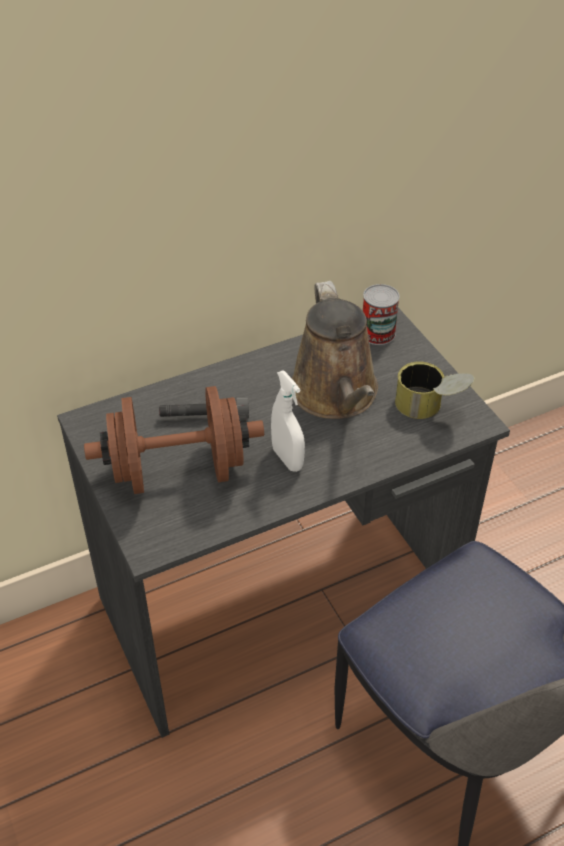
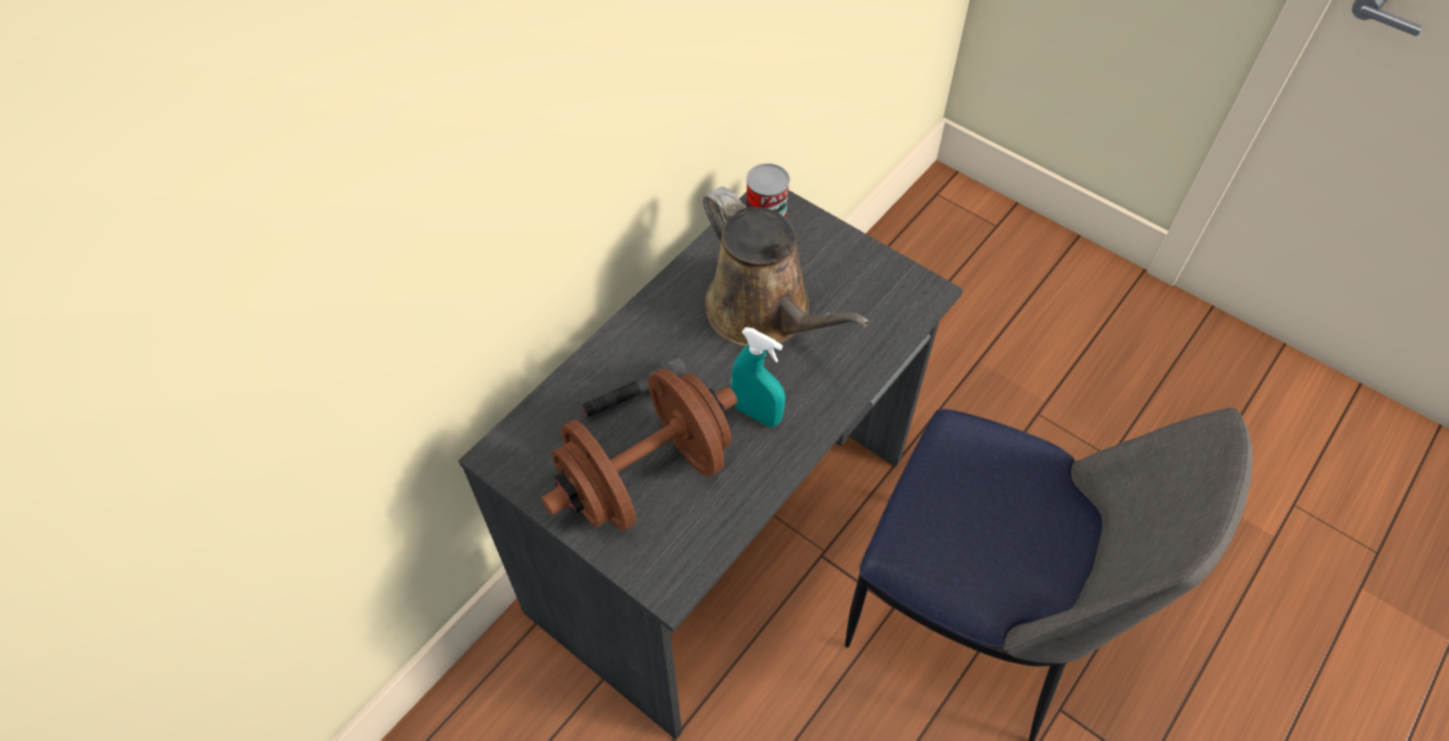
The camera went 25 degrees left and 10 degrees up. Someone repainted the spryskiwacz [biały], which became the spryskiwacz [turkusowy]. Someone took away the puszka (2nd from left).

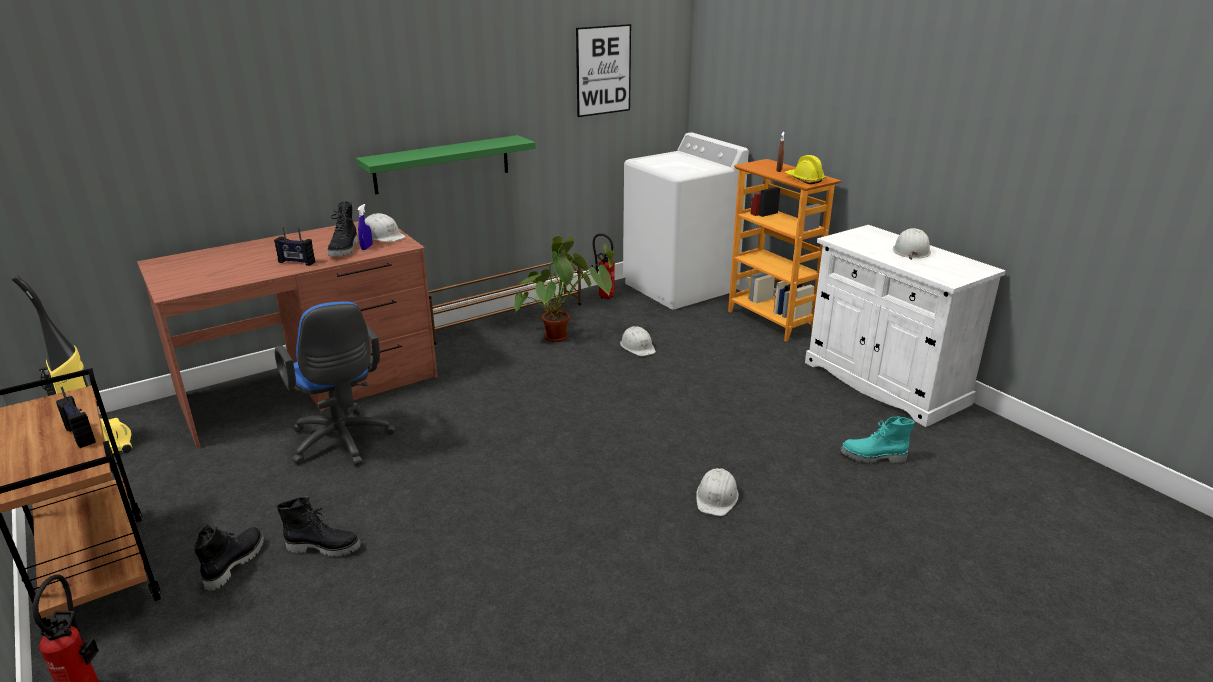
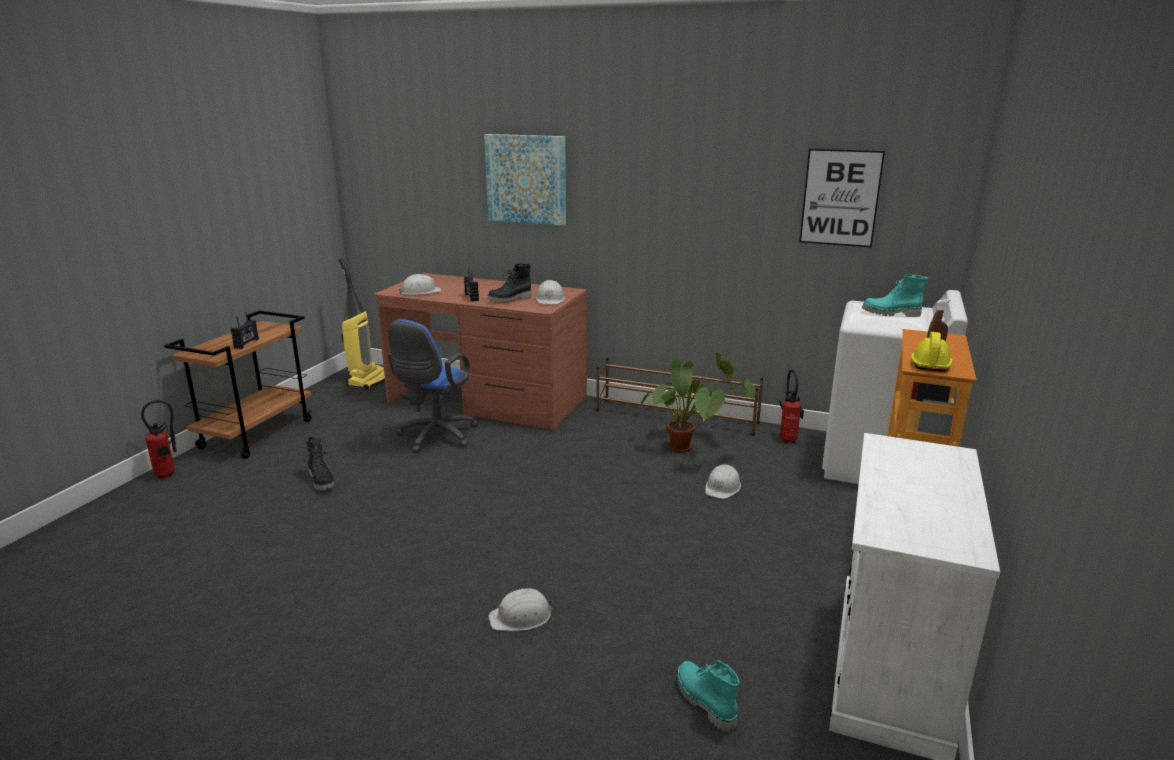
The camera went 55 degrees right and 5 degrees down. Someone carried the kask [biały] (4th from left in the first image). Someone put up the obraz (1st from left). Someone put down the but z cholewką [turkusowy] (2nd from left). Someone took away the but z cholewką [czarny] (1st from left). Someone took away the półka [zielony]. Someone took away the spryskiwacz [niebieski].

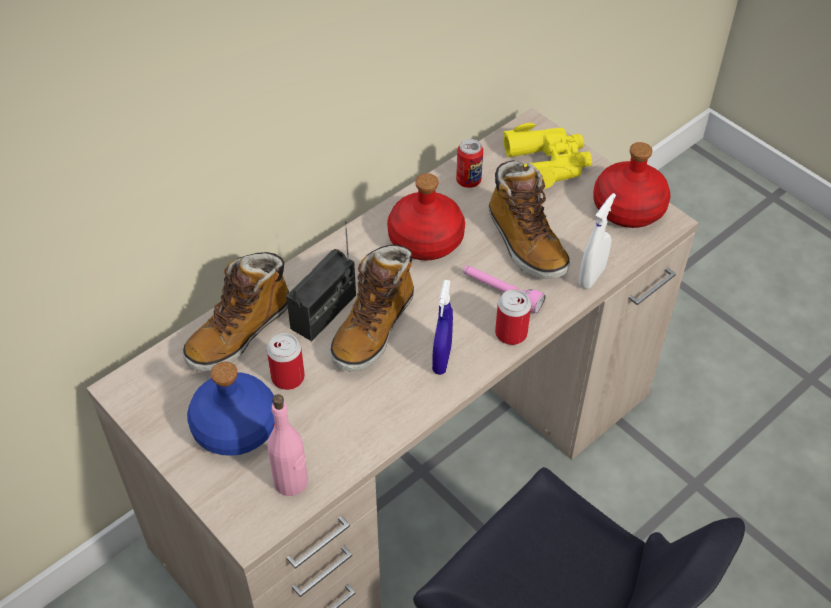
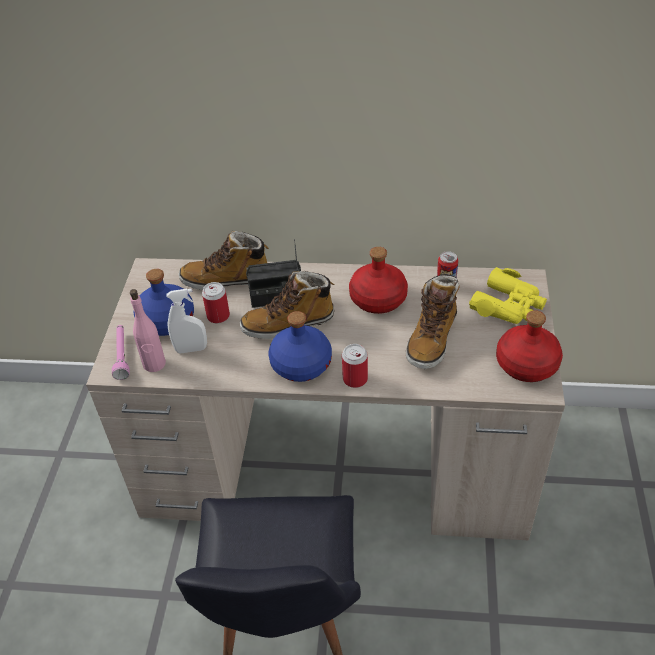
The camera went 50 degrees right and 5 degrees down. Someone carried the latarka [różowy]. Someone carried the spryskiwacz [biały]. Someone swapped the spryskiwacz [niebieski] for the butelka [niebieski] (2nd from left).

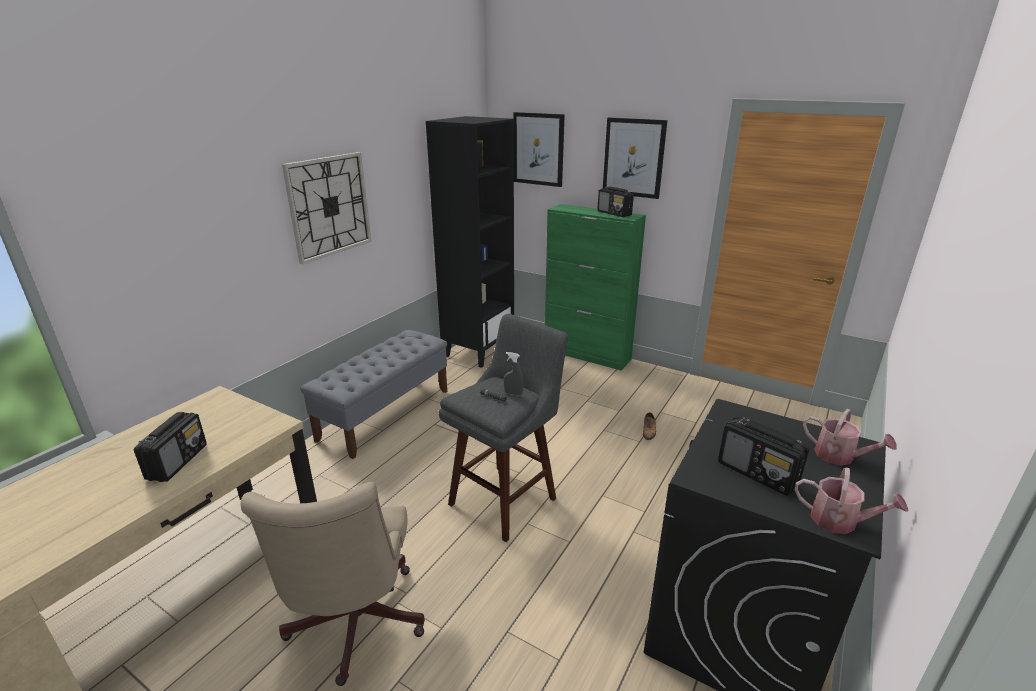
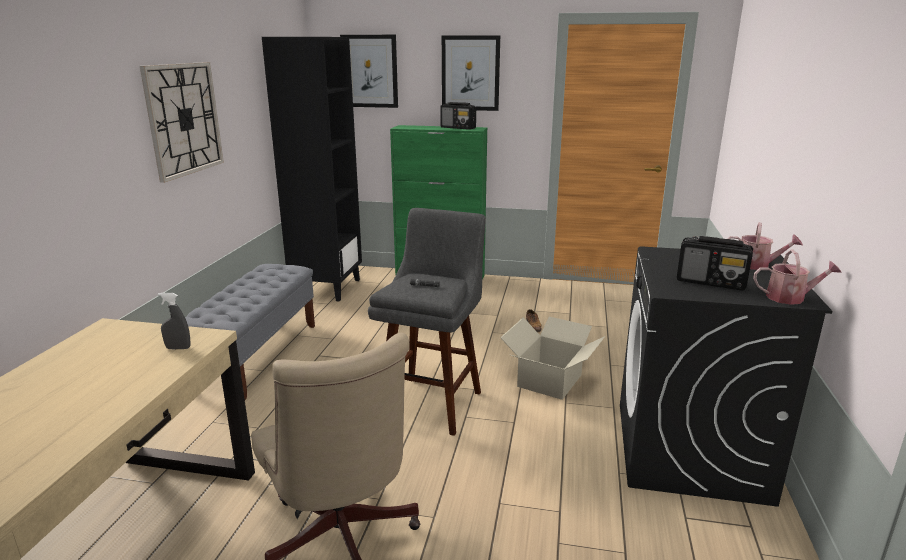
The camera went 20 degrees left and 5 degrees down. Someone carried the spryskiwacz [szary]. Someone put down the karton. Someone took away the radio (1st from left).

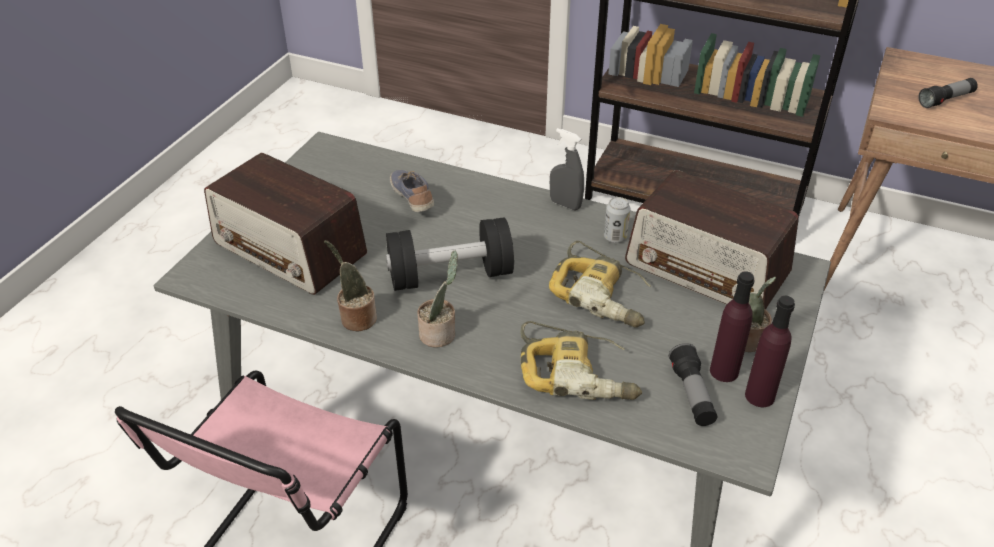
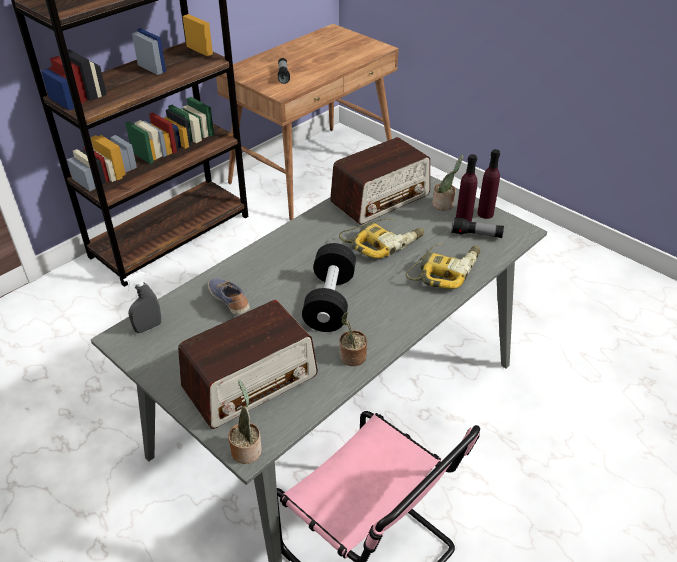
The camera went 70 degrees left and 0 degrees up. Someone carried the spryskiwacz [szary]. Someone rotated the but by 60 degrees clockwise. Someone carried the roślina doniczkowa (2nd from left in the first image). Someone took away the puszka.

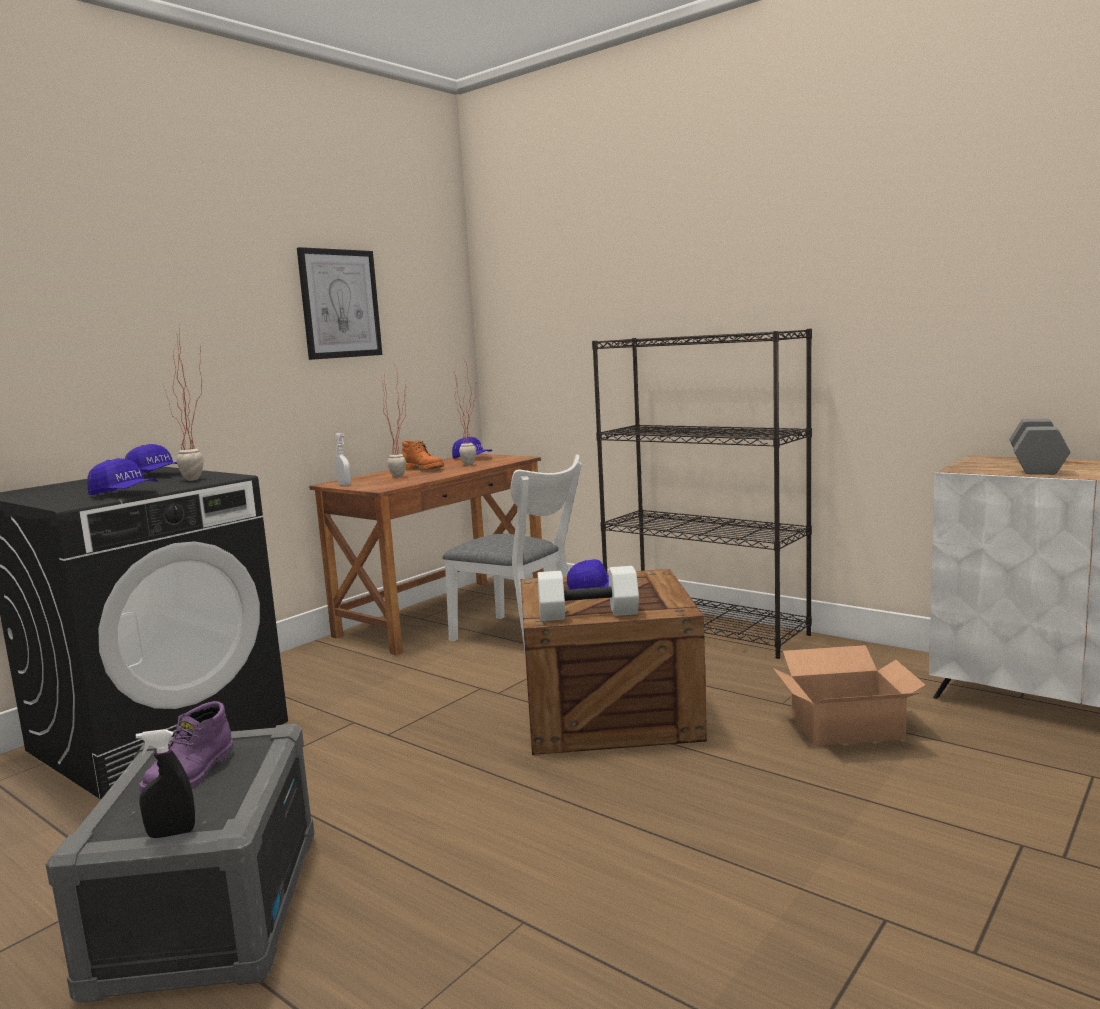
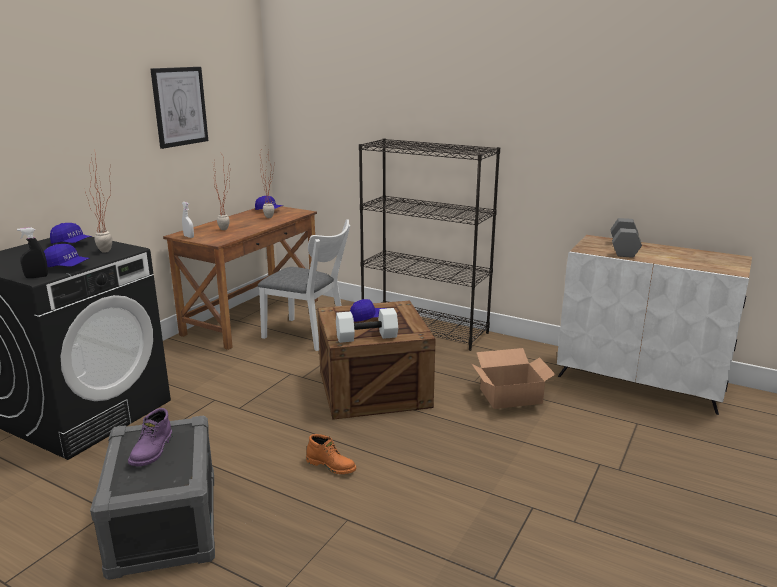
The camera went 10 degrees left and 10 degrees up. Someone carried the spryskiwacz [czarny]. Someone carried the but z cholewką [pomarańczowy].

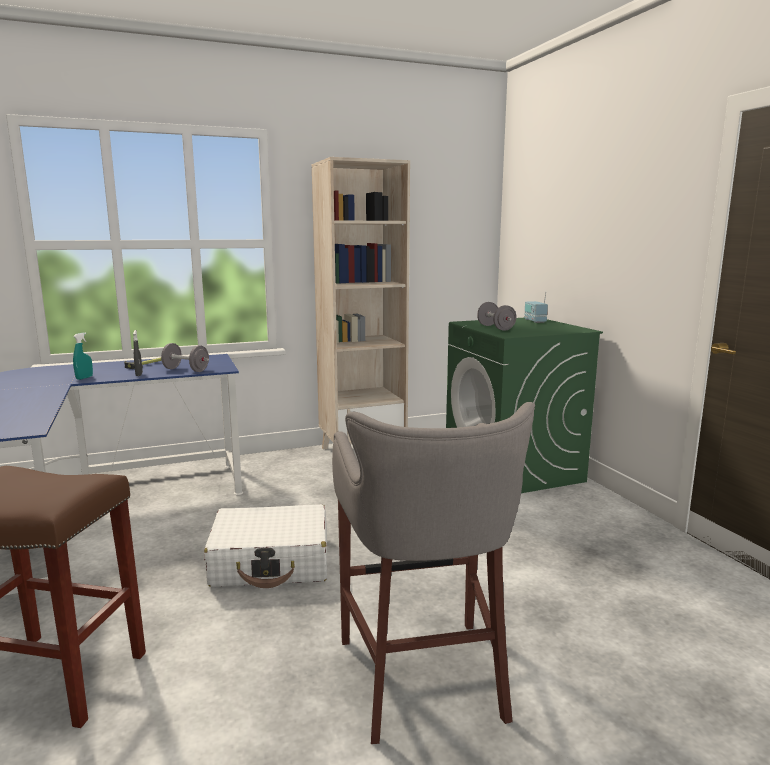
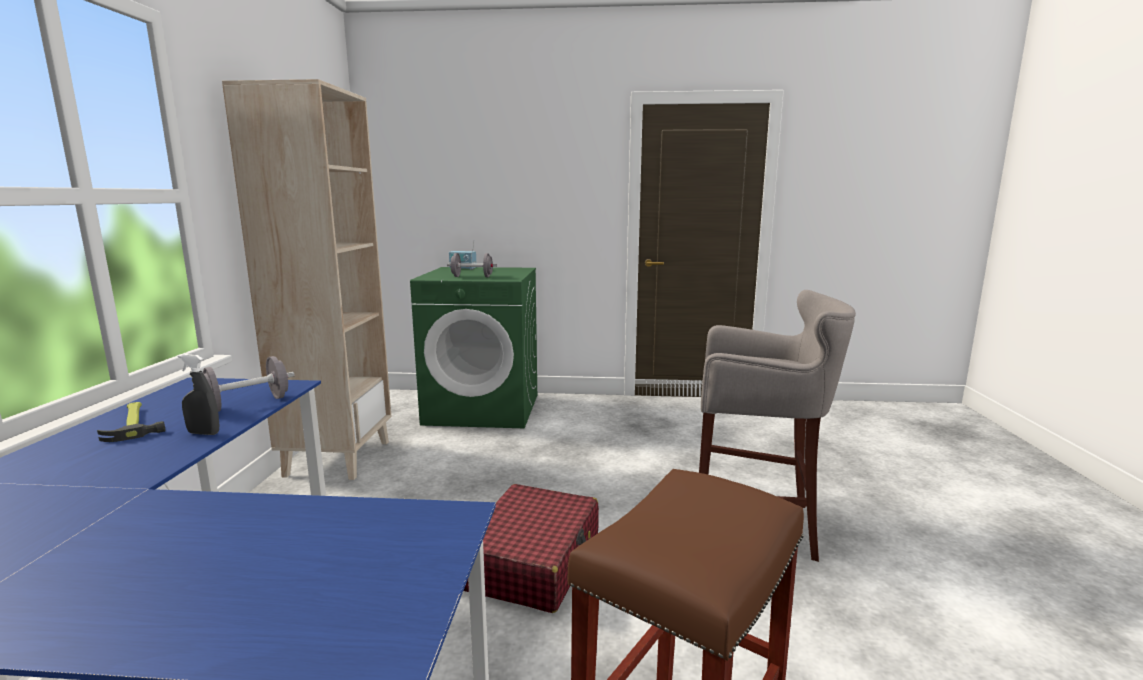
The camera went 65 degrees left and 0 degrees up. Someone repainted the walizka [biały], which became the walizka [czerwony]. Someone took away the spryskiwacz [turkusowy].

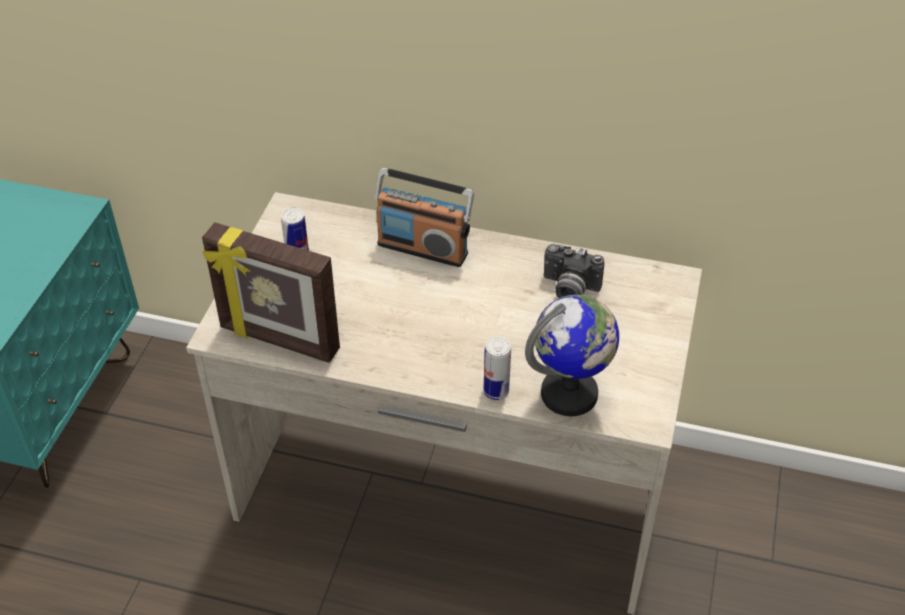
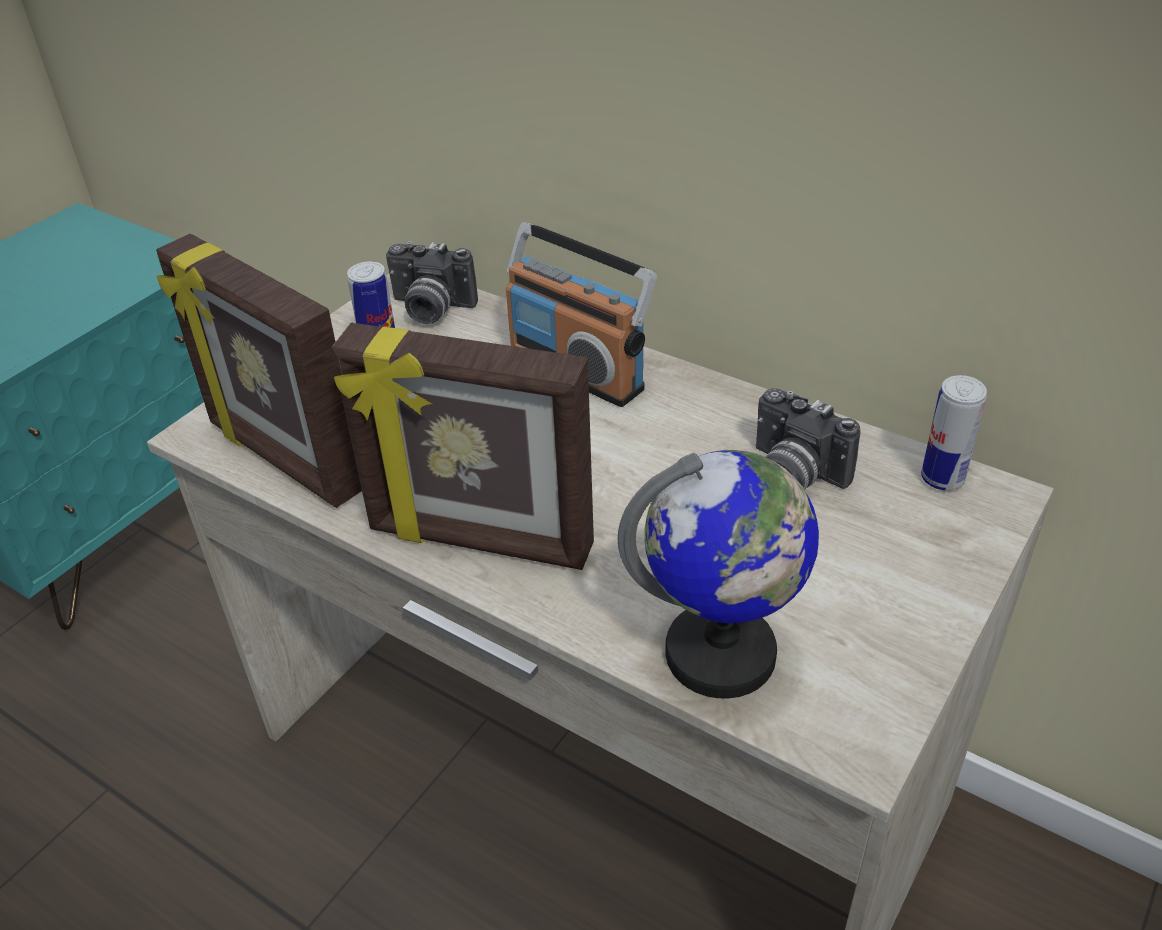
The camera went 20 degrees right and 5 degrees down. Someone put down the ramka na zdjęcie (2nd from left). Someone put down the aparat fotograficzny (1st from left). Someone carried the puszka (2nd from left).

